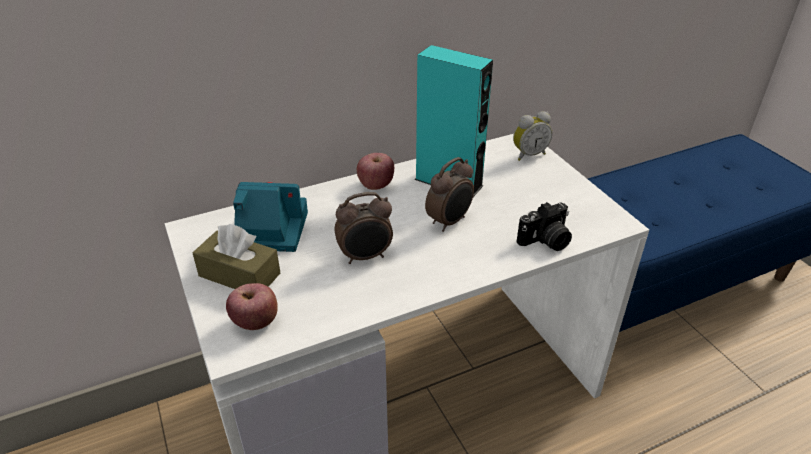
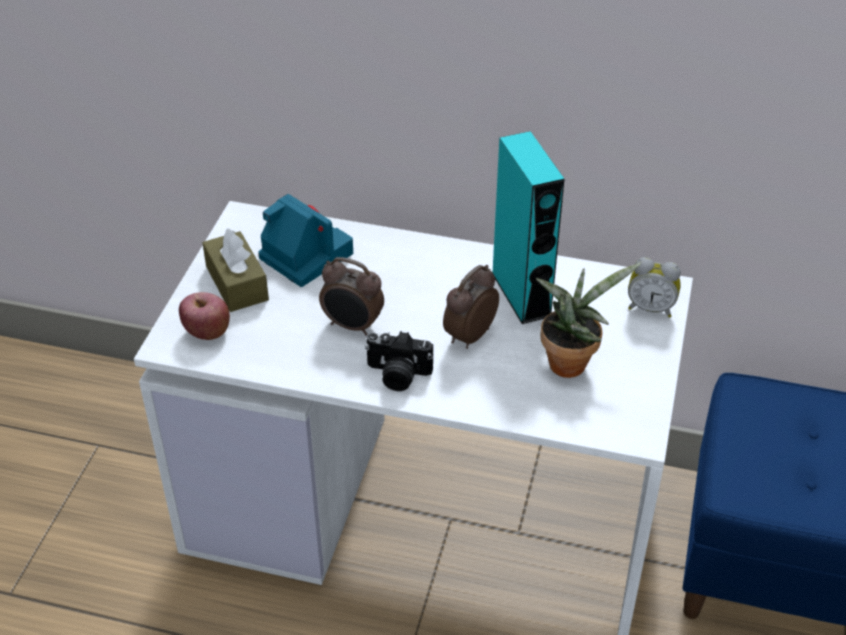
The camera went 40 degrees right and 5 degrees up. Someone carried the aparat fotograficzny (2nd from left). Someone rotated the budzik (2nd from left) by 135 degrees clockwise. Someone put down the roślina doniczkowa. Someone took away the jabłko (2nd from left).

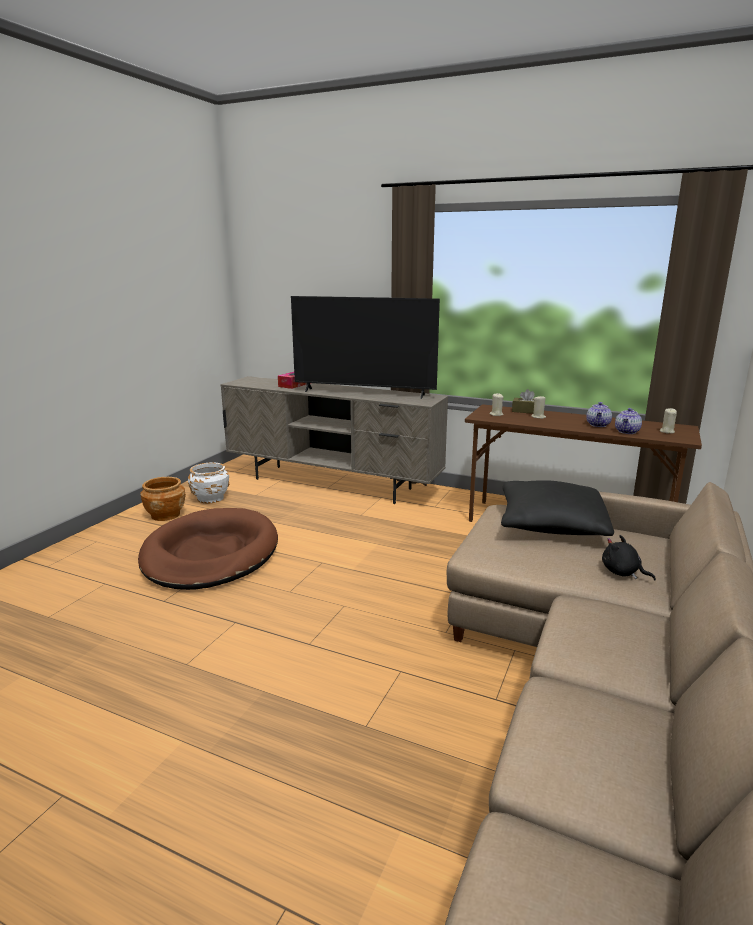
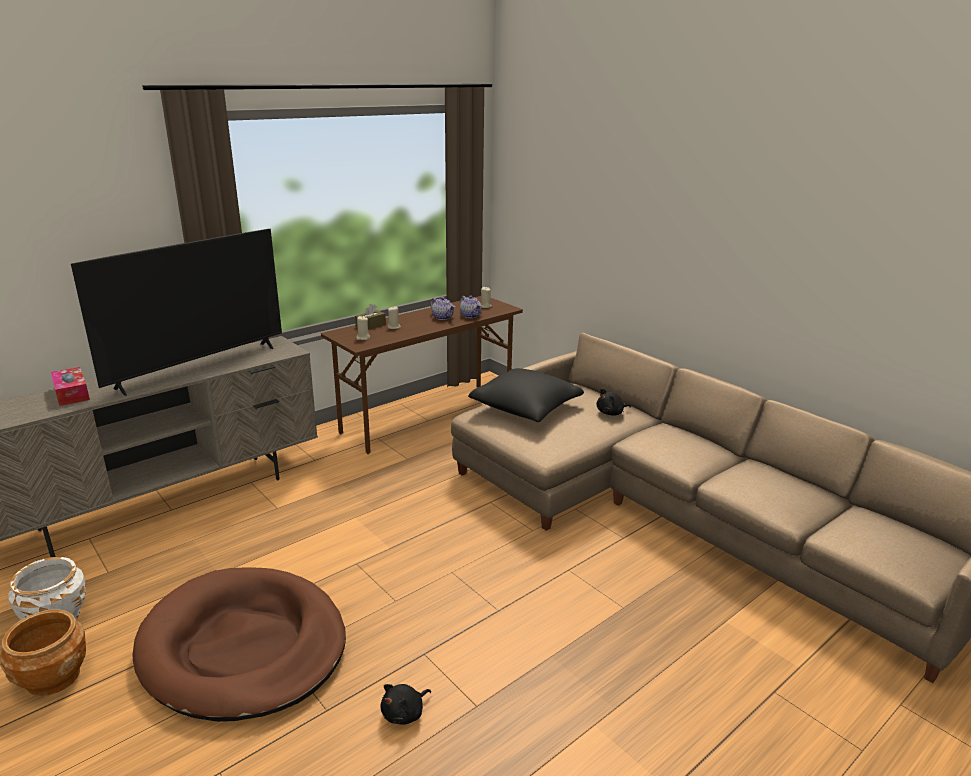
The camera went 65 degrees left and 5 degrees up. Someone put down the pluszak [czarny] (1st from left).

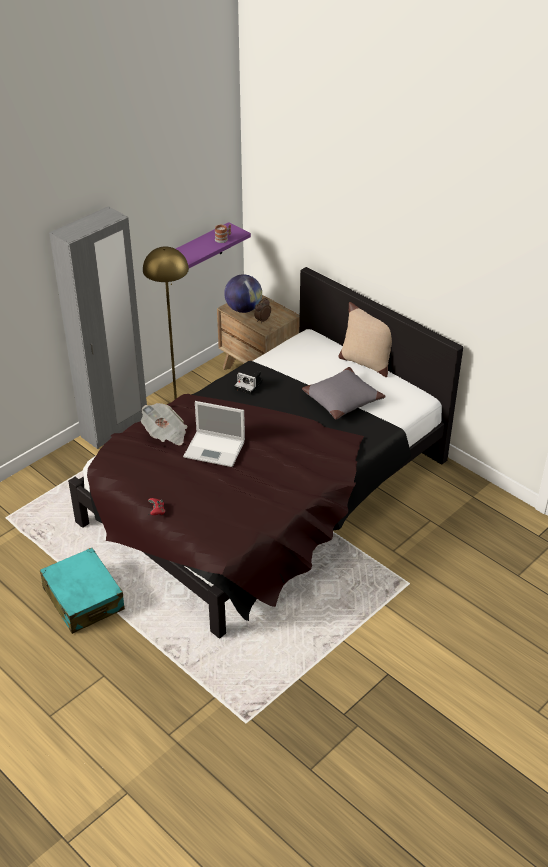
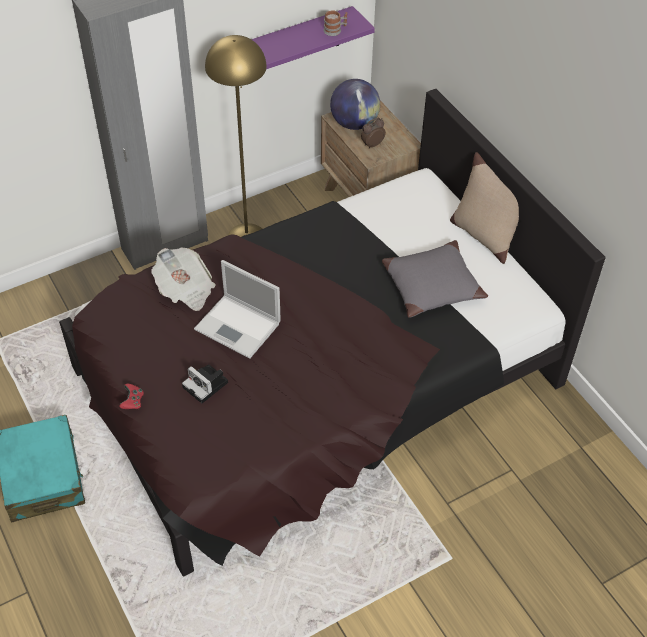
The camera went 15 degrees right and 10 degrees up. Someone carried the aparat fotograficzny.

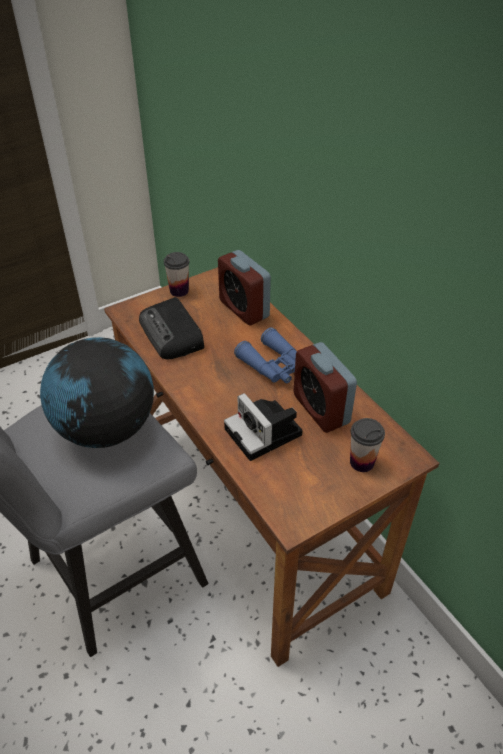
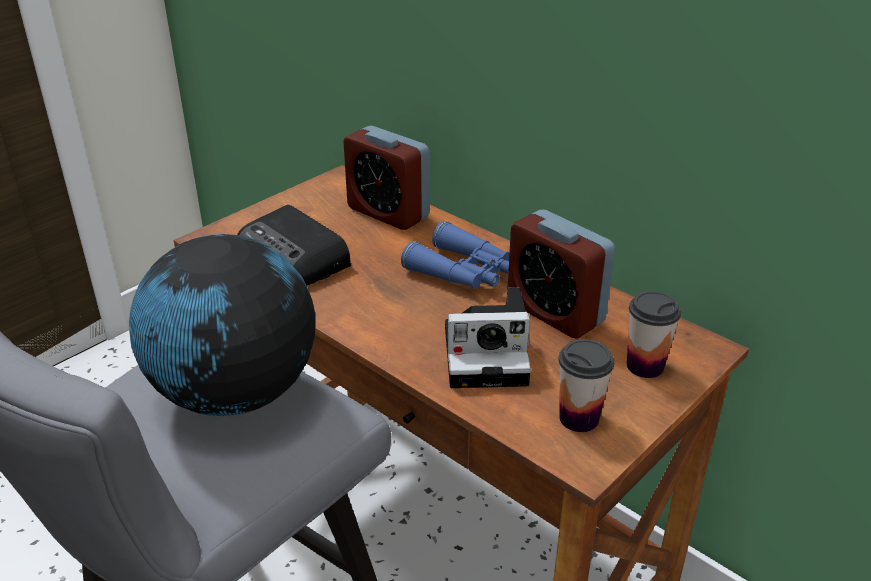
The camera went 15 degrees left and 10 degrees down. Someone rotated the aparat fotograficzny by 45 degrees counterclockwise. Someone carried the filiżanka (1st from left).

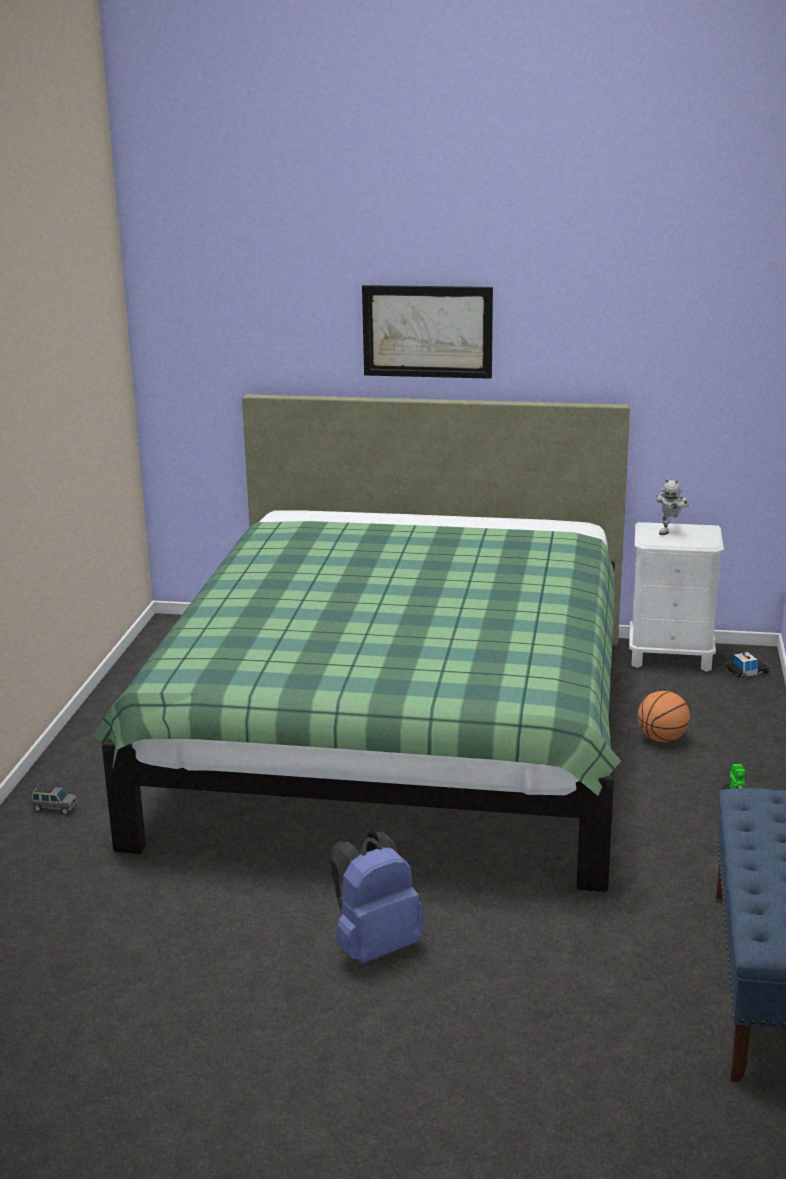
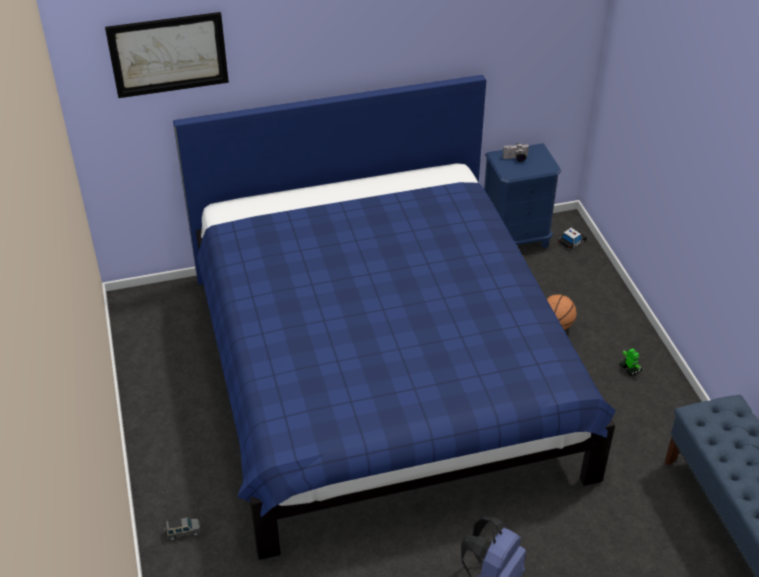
The camera went 25 degrees left and 20 degrees up. Someone carried the obraz. Someone repainted the łóżko [zielony], which became the łóżko [niebieski]. Someone repainted the szafka nocna [biały], which became the szafka nocna [niebieski]. Someone swapped the robot zabawkowy (1st from left) for the aparat fotograficzny.

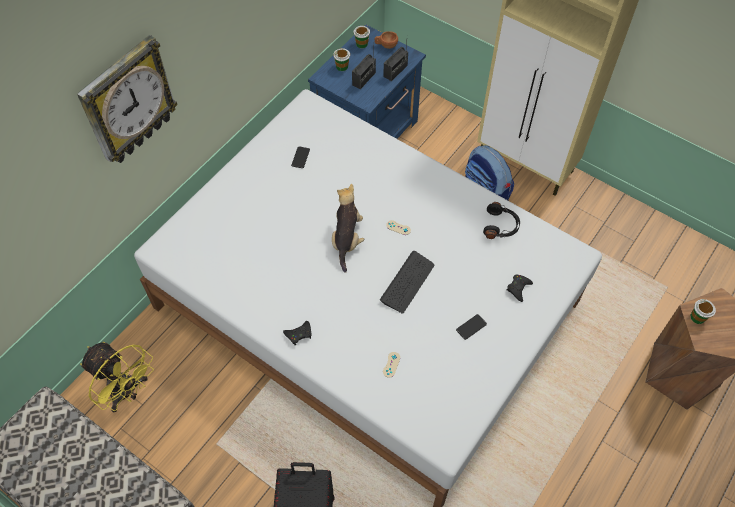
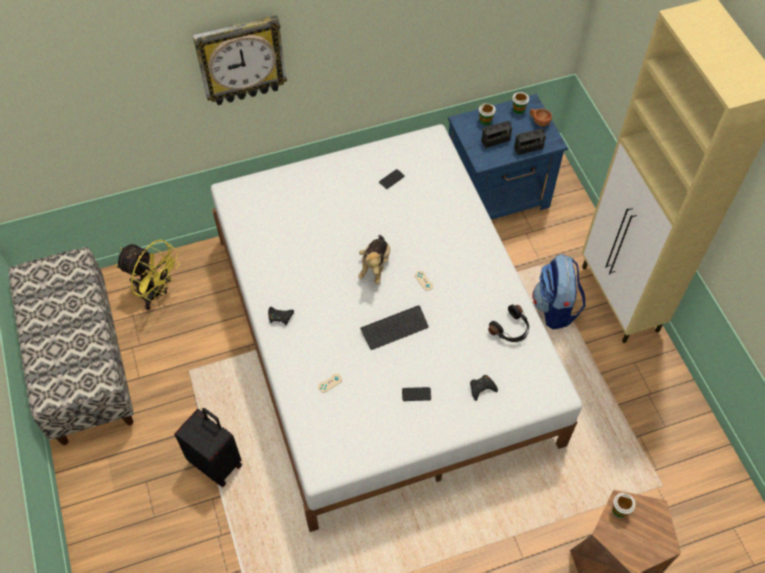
The camera went 35 degrees right and 0 degrees up. Someone rotated the wentylator [żółty] by 45 degrees counterclockwise. Someone rotated the pluszak by 150 degrees clockwise.

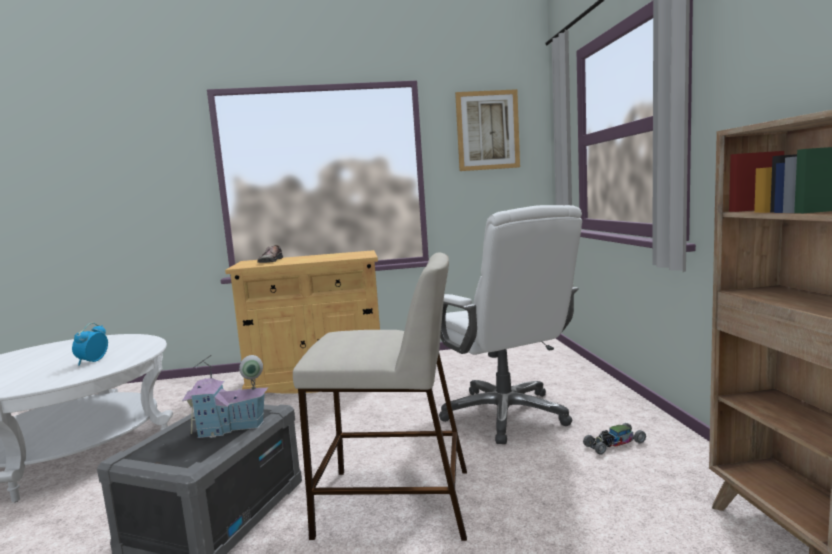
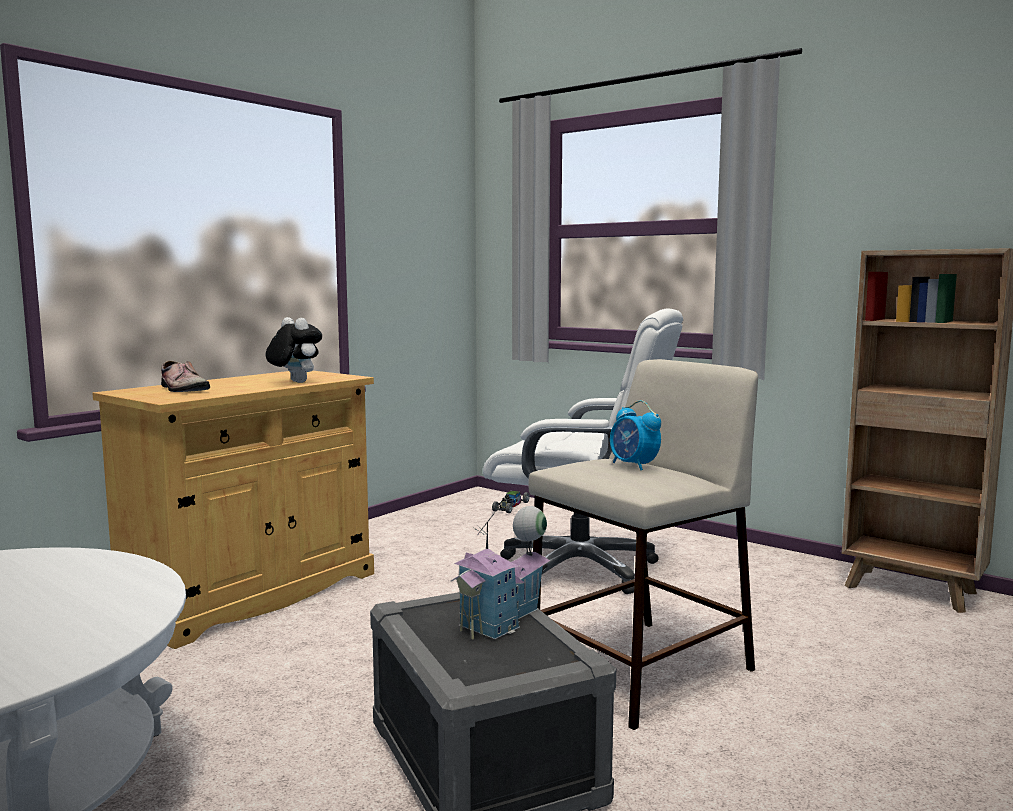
The camera went 45 degrees left and 0 degrees up. Someone put down the pluszak. Someone carried the samochodzik. Someone carried the budzik. Someone took away the obraz.

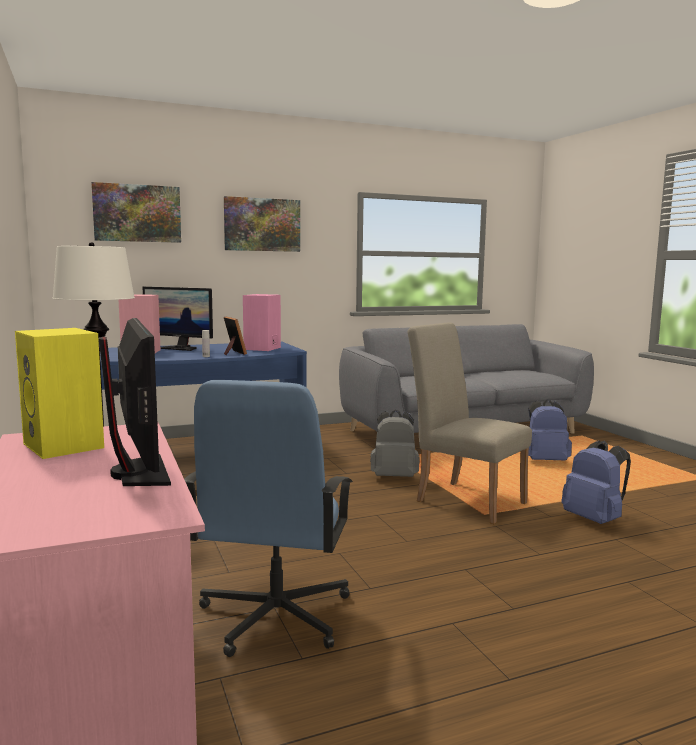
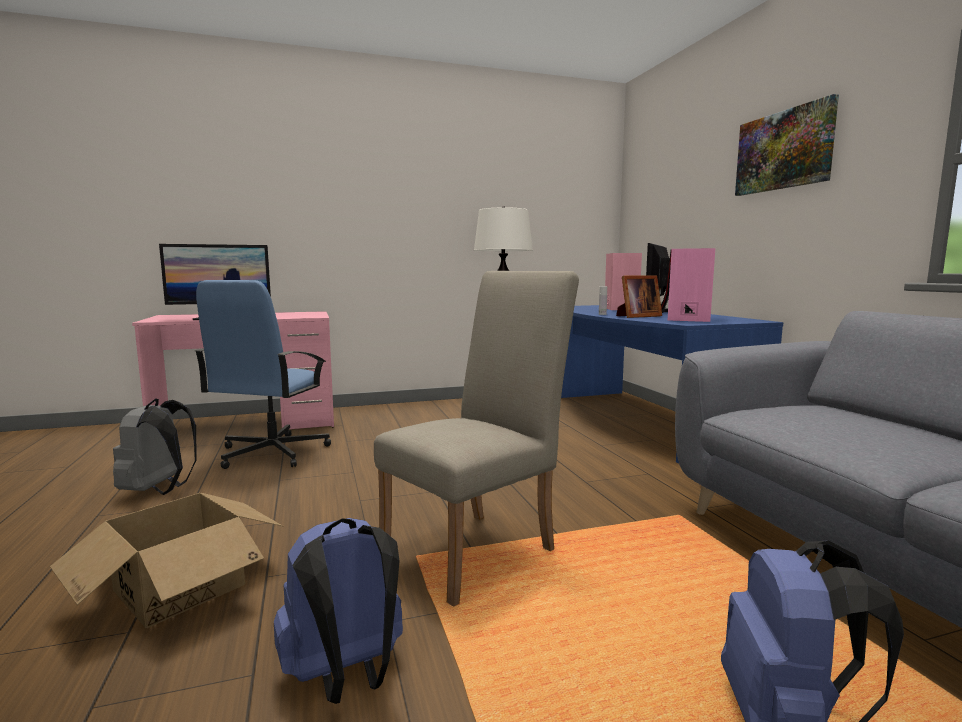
The camera went 95 degrees right and 0 degrees up. Someone put down the karton. Someone carried the plecak [szary]. Someone rotated the krzesło biurowe [niebieski] by 90 degrees counterclockwise. Someone took away the głośnik [żółty]. Someone took away the obraz (1st from left).

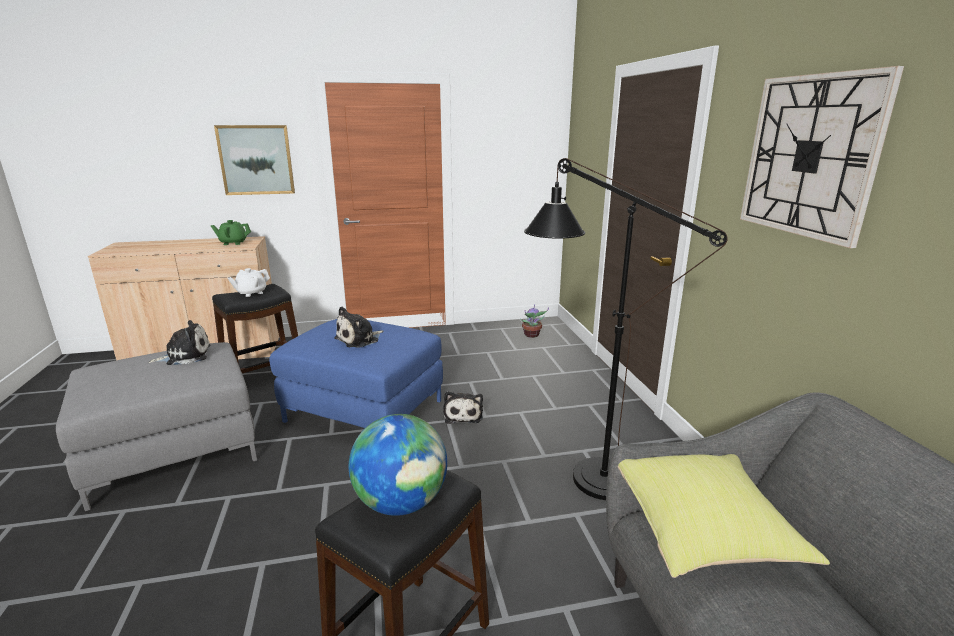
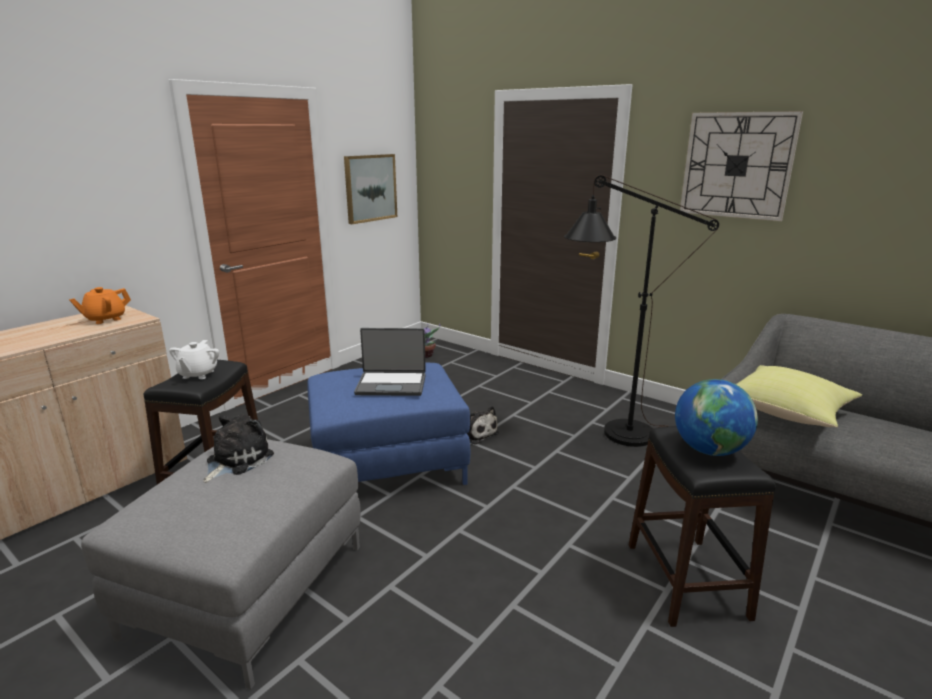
The camera went 40 degrees left and 0 degrees up. Someone repainted the imbryk [zielony], which became the imbryk [pomarańczowy]. Someone carried the obraz. Someone swapped the pluszak (2nd from left) for the laptop.

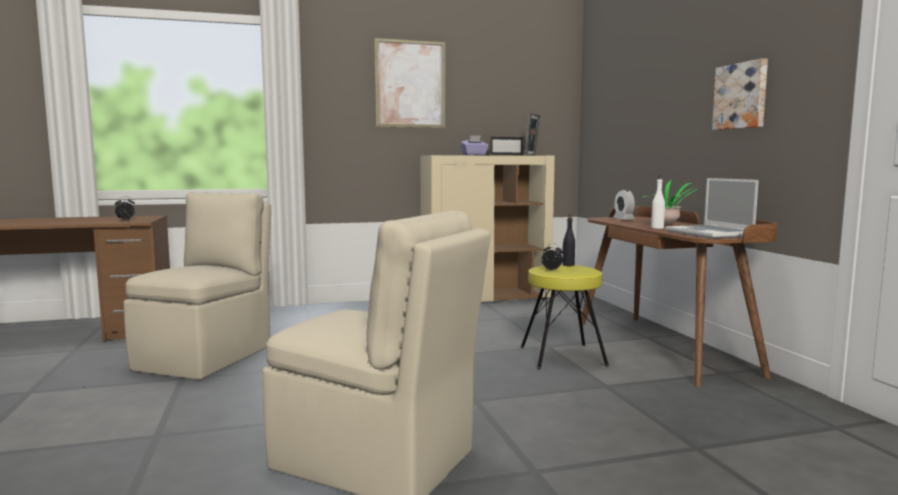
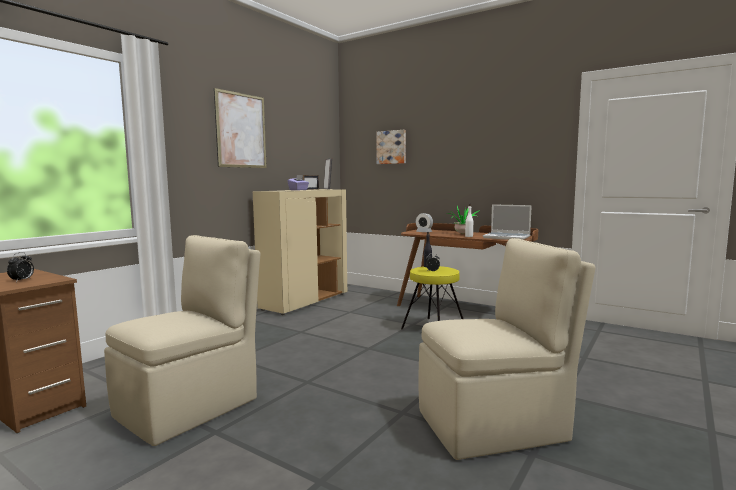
The camera went 40 degrees left and 0 degrees up. Someone rotated the krzesło [beżowy] (1st from left) by 60 degrees clockwise. Someone carried the obraz (2nd from left).

